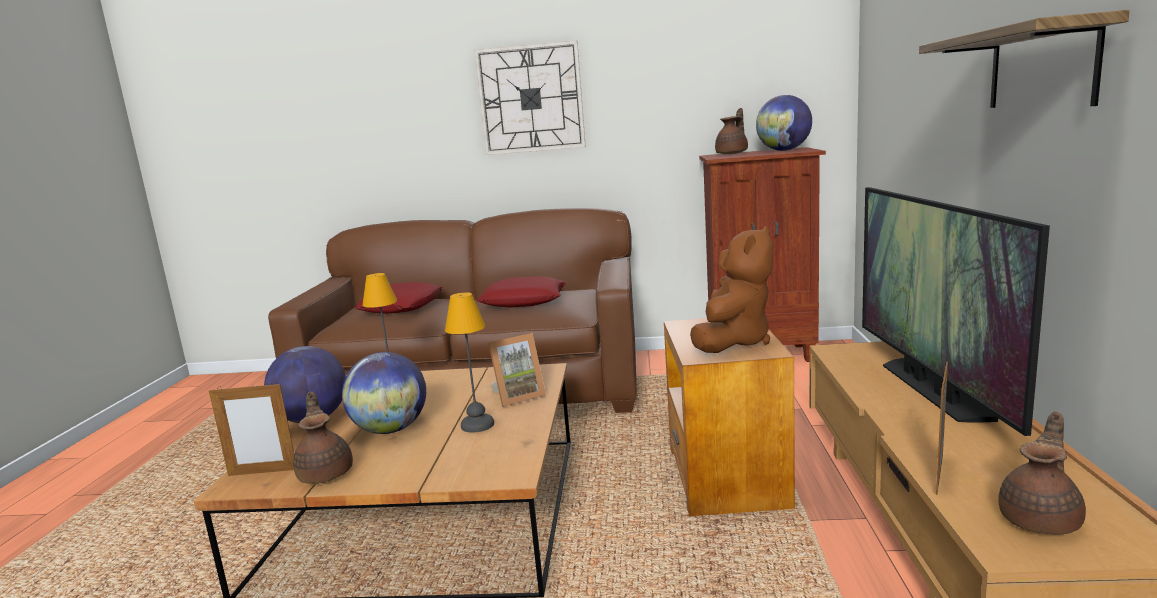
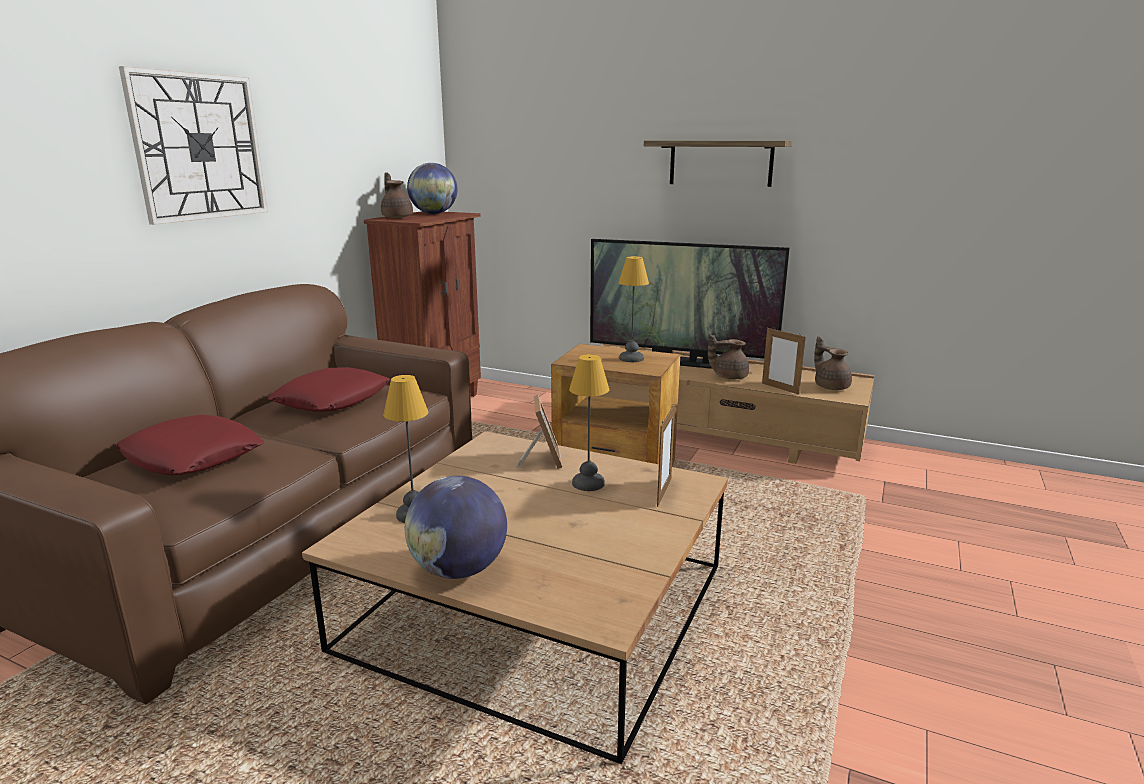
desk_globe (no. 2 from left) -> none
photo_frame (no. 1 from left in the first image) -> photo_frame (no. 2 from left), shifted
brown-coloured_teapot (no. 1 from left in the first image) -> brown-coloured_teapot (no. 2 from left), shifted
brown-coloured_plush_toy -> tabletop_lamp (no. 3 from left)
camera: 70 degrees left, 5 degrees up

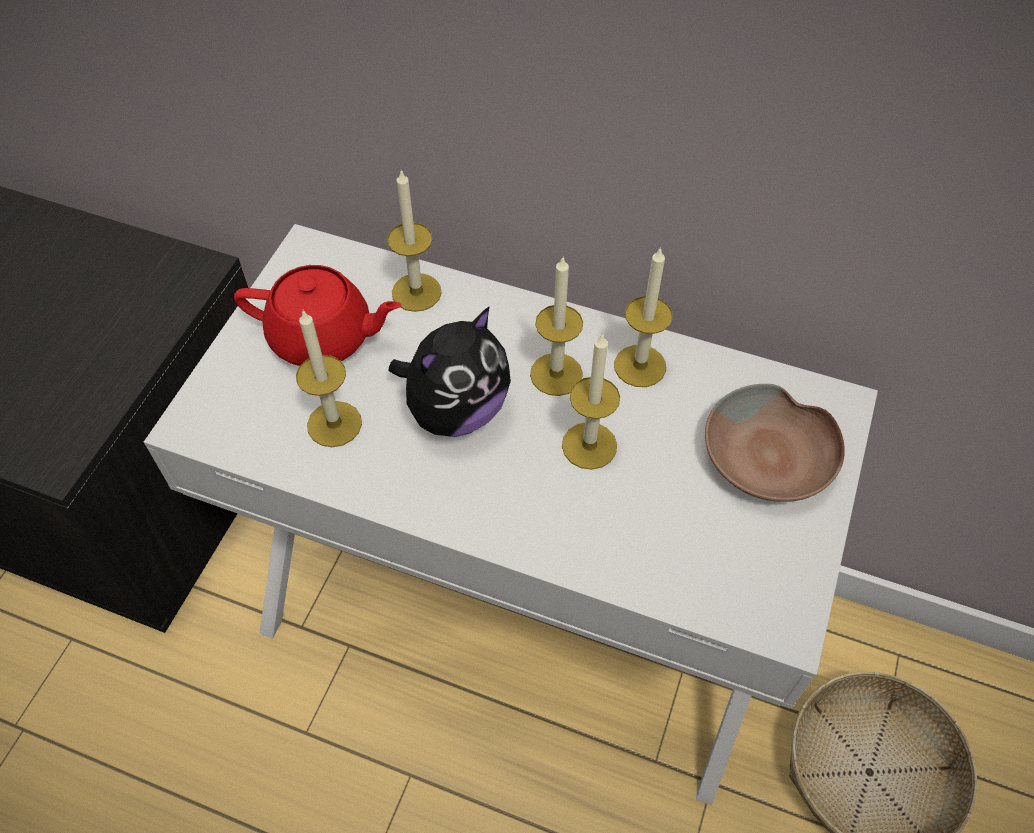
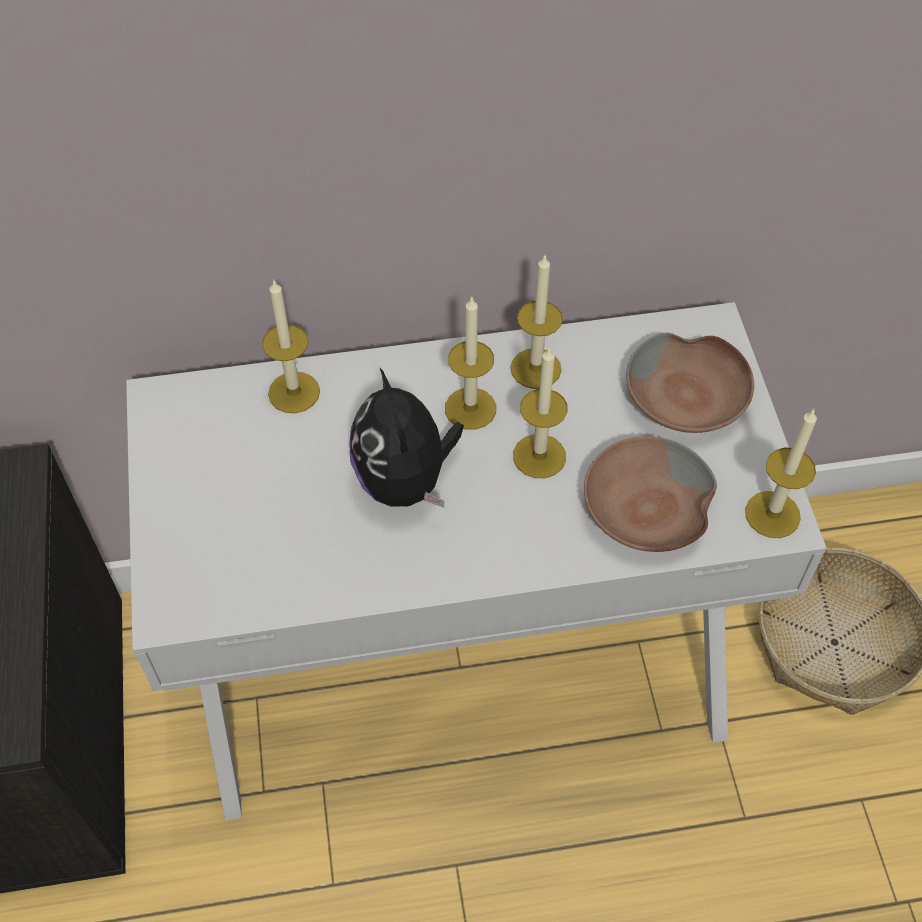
reddish_teapot -> none
none -> brown-coloured_deep_dish (no. 1 from left)
wax_light (no. 1 from left in the first image) -> wax_light (no. 5 from left), shifted
plush_toy, 150 degrees clockwise
camera: 30 degrees left, 0 degrees up

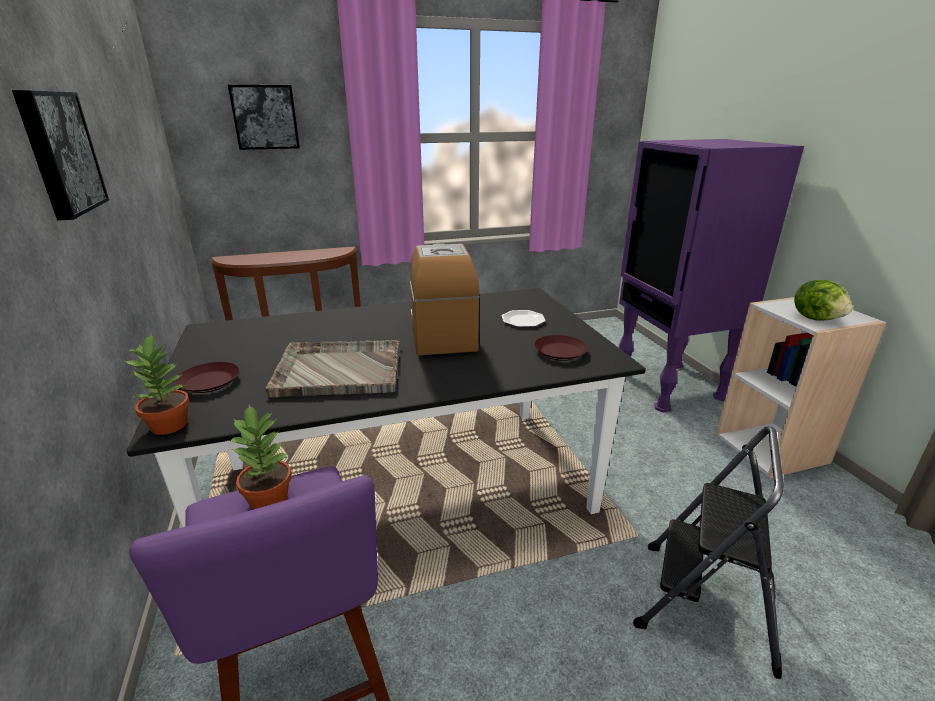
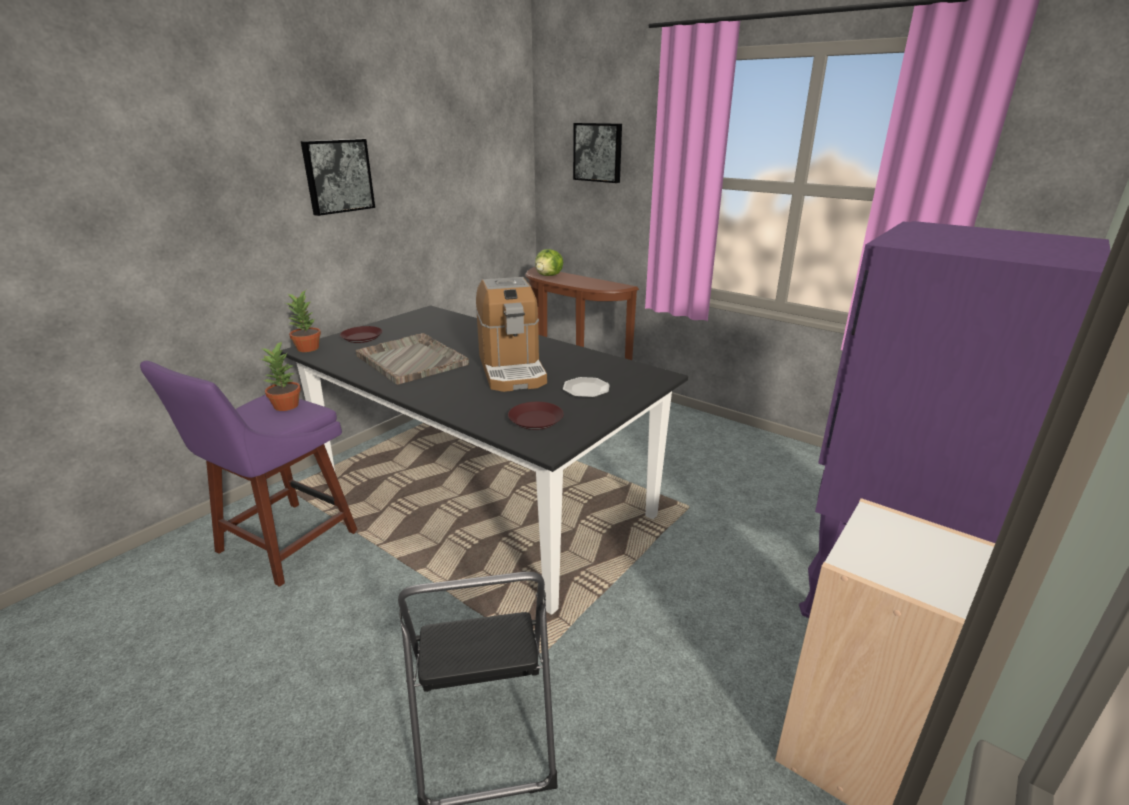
head_of_lettuce, shifted
coffee_brewer, 120 degrees clockwise
camera: 55 degrees right, 0 degrees up

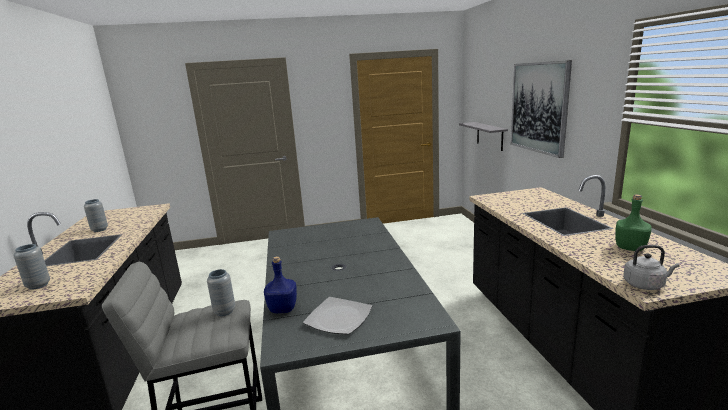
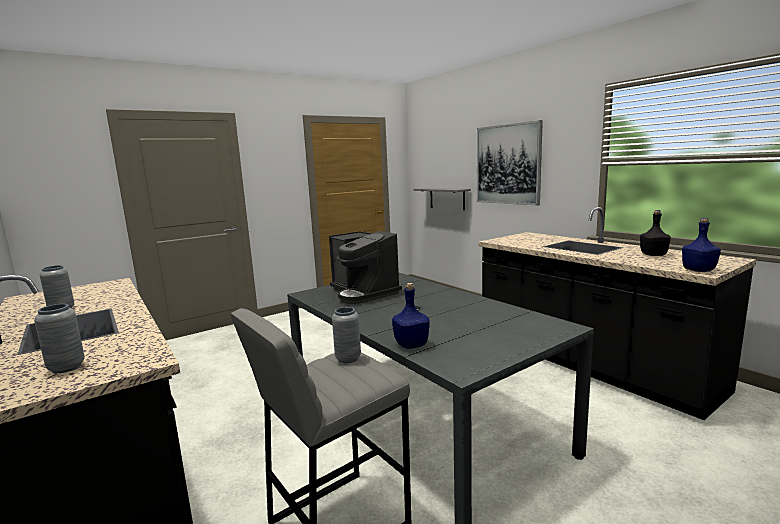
flat_dish -> none
none -> coffee_brewer
grey_water_kettle -> blue-coloured_beverage_bottle (no. 2 from left)
green-coloured_beverage_bottle -> blackish_beverage_bottle
camera: 25 degrees left, 5 degrees down

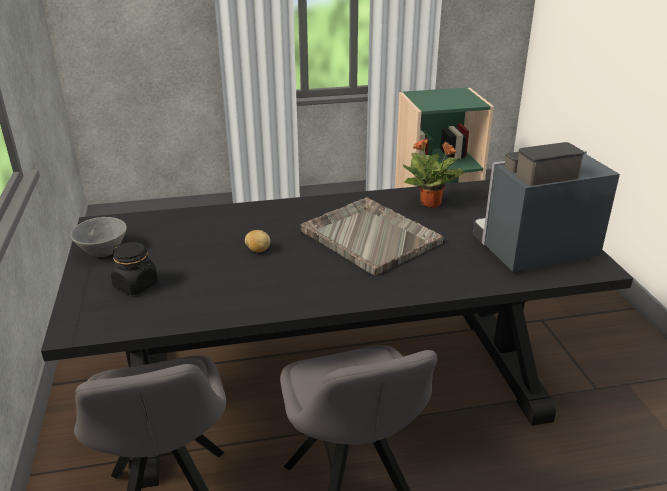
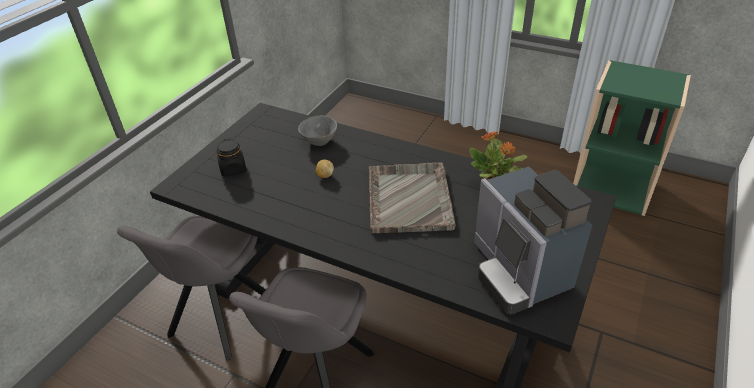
grey_deep_dish, shifted
coffee_brewer, 135 degrees counterclockwise
camera: 40 degrees right, 10 degrees up

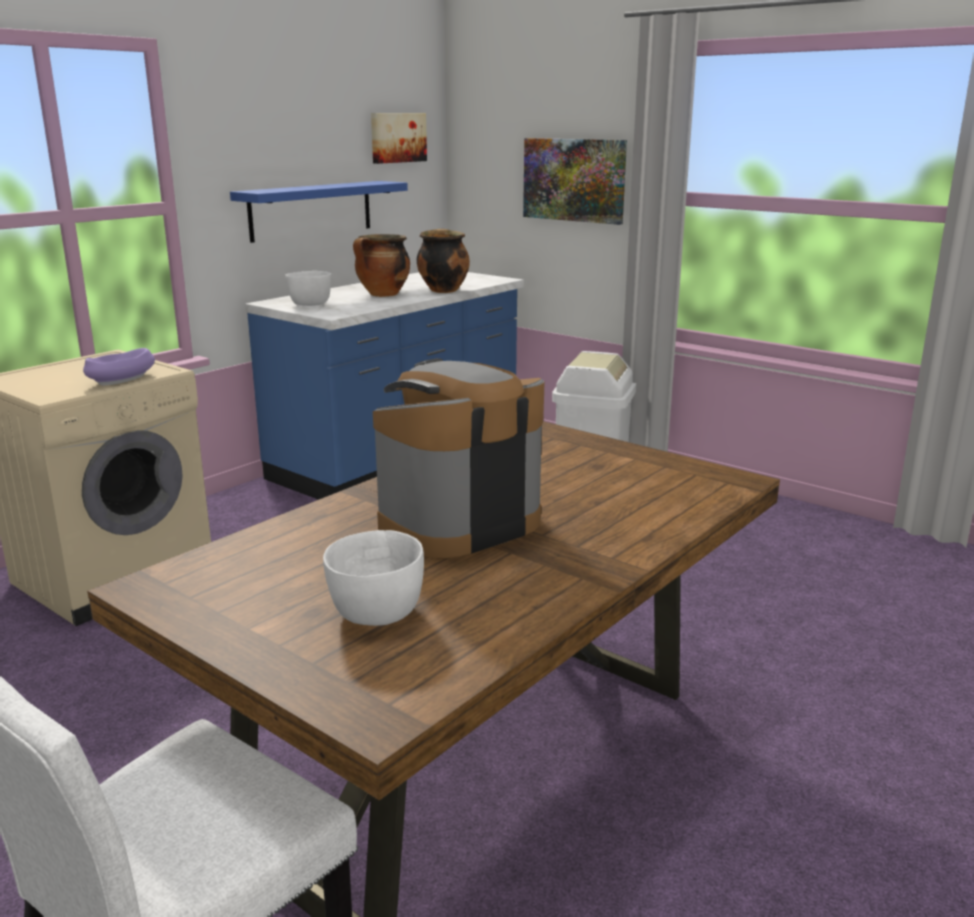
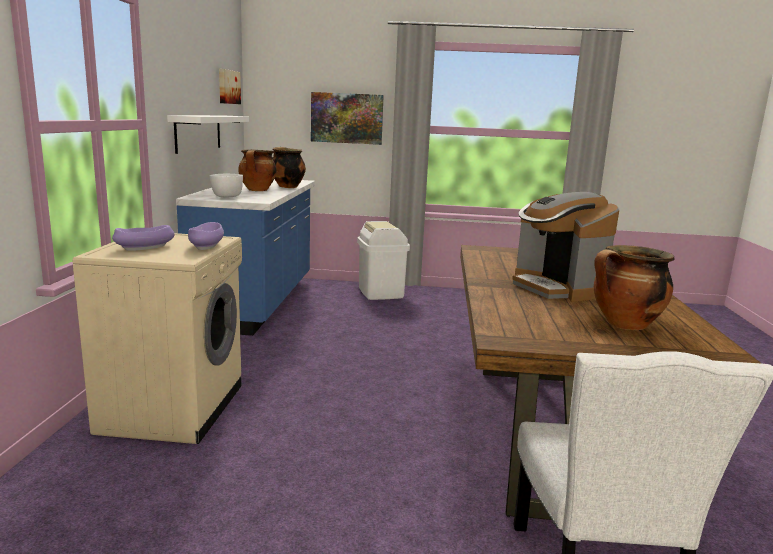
none -> purple_deep_dish (no. 1 from left)
white_deep_dish (no. 2 from left) -> saucepot (no. 3 from left)
blue-coloured_bracket_shelf -> white_bracket_shelf
coffee_brewer, 45 degrees counterclockwise
camera: 35 degrees left, 5 degrees down

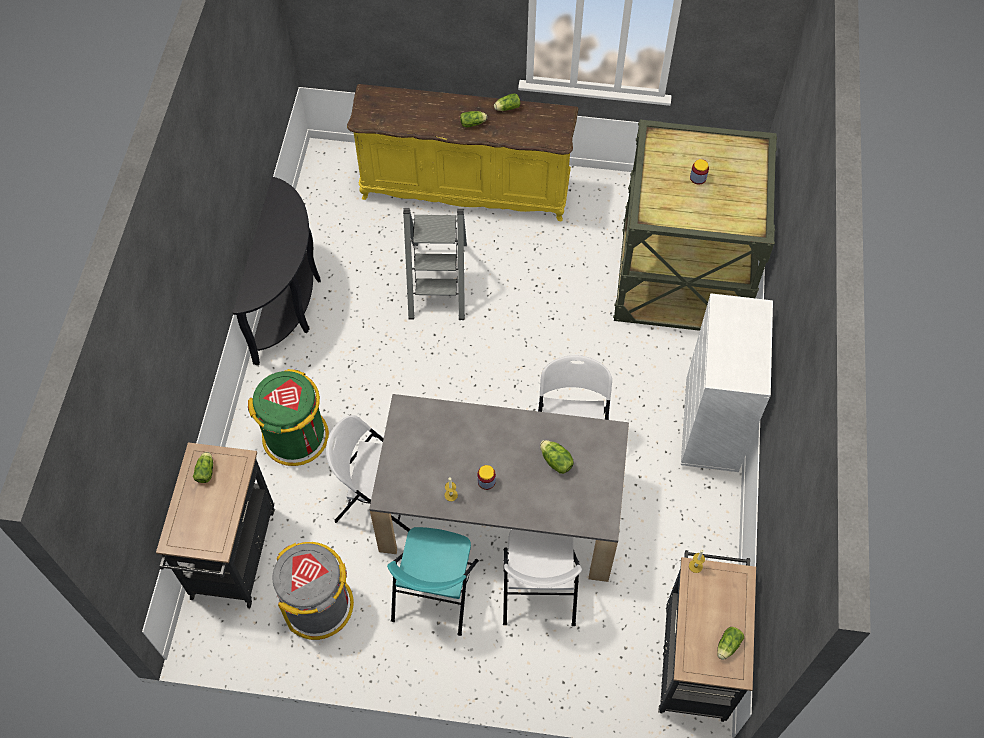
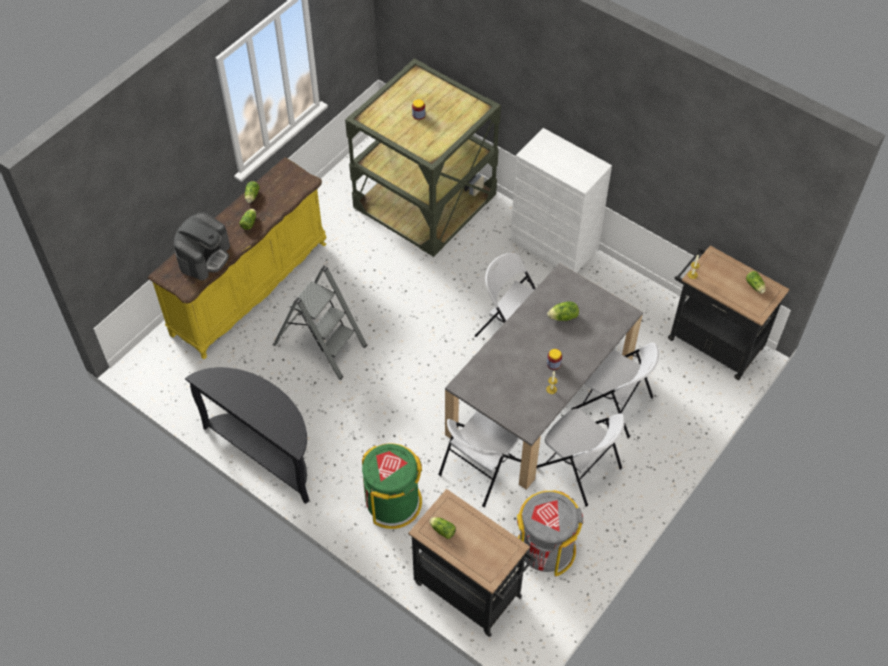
none -> coffee_brewer
turquoise_plain_chair -> white_plain_chair (no. 3 from left)
camera: 60 degrees left, 5 degrees down

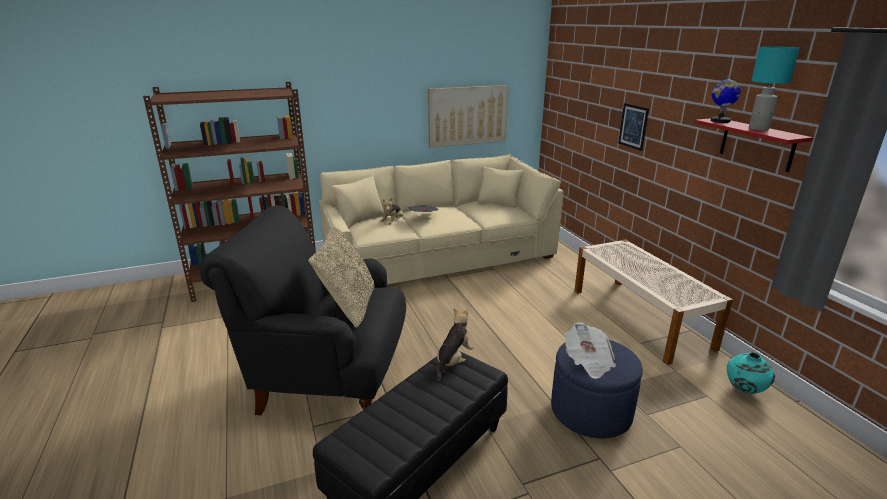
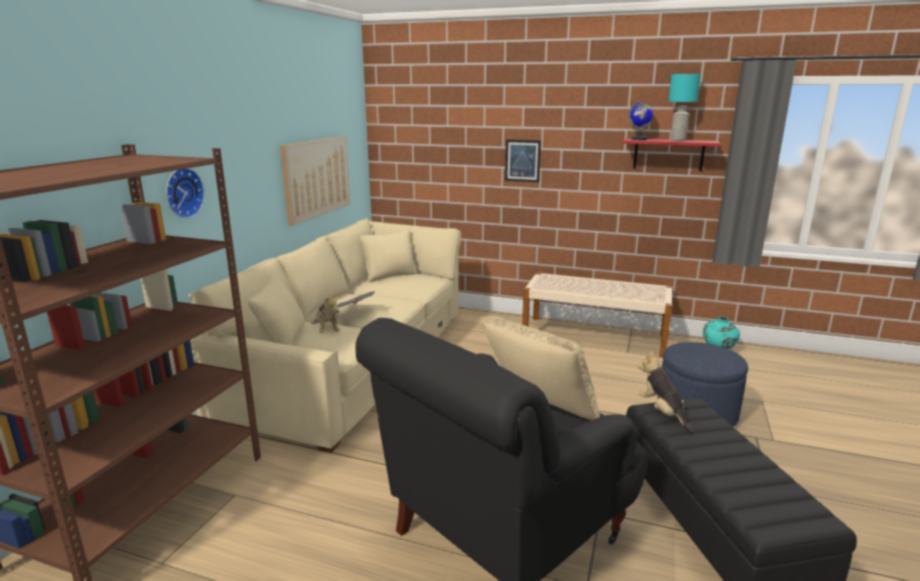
newspaper (no. 2 from left) -> none
none -> clock_on_the_wall
camera: 50 degrees left, 5 degrees down

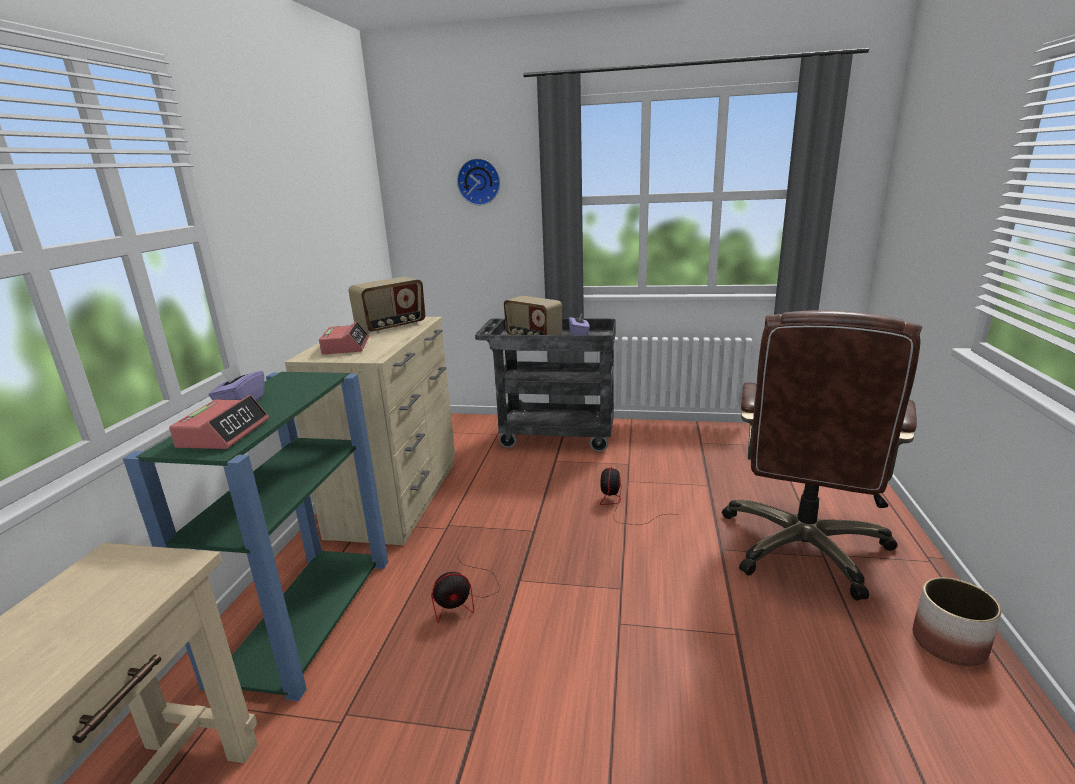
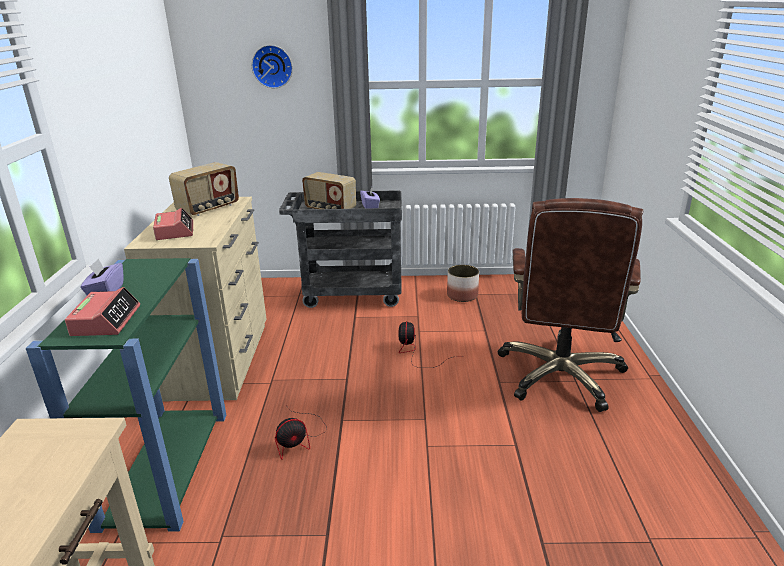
plant_pot, shifted
camera: 10 degrees left, 5 degrees up

